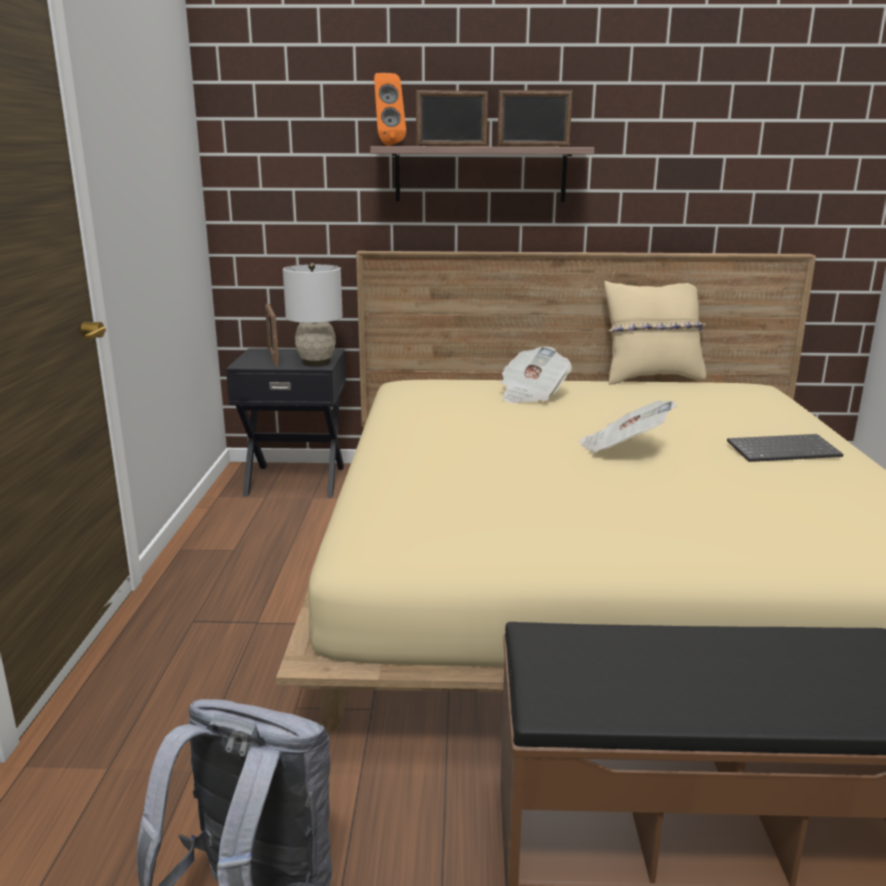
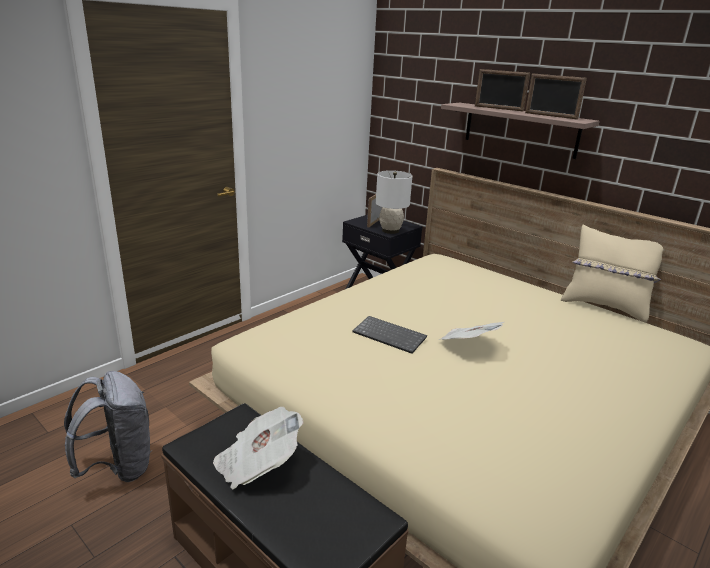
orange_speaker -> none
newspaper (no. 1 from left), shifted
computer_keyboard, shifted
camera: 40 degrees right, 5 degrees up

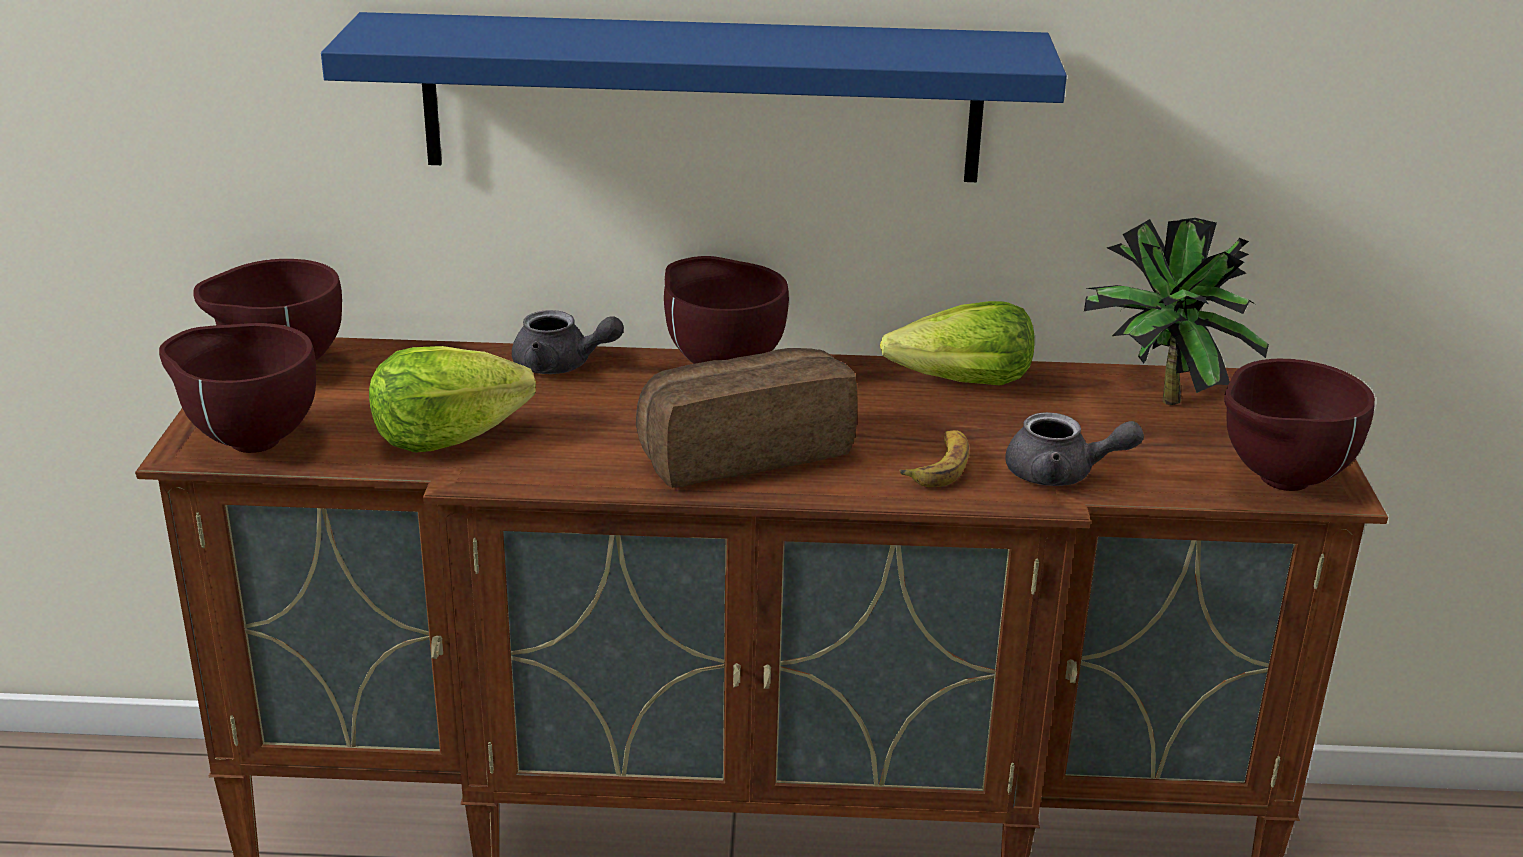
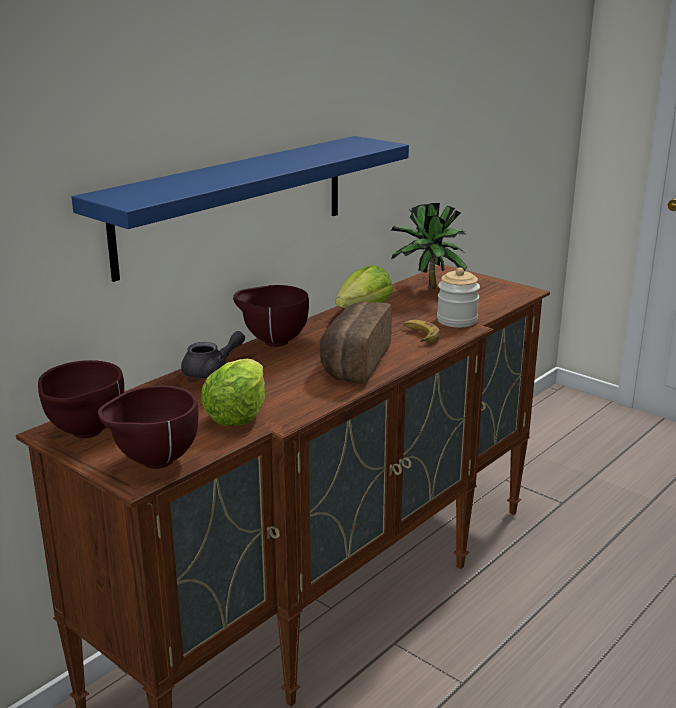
brown-coloured_deep_dish (no. 4 from left) -> none
grey_teapot (no. 2 from left) -> storage_jar
camera: 50 degrees left, 5 degrees down

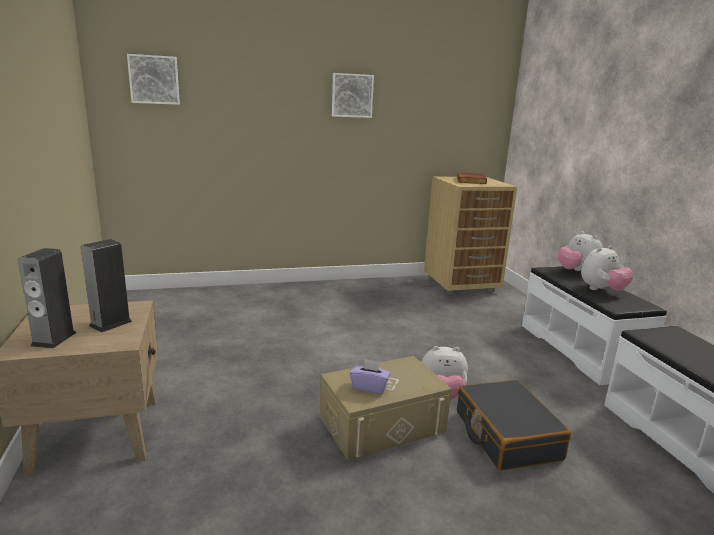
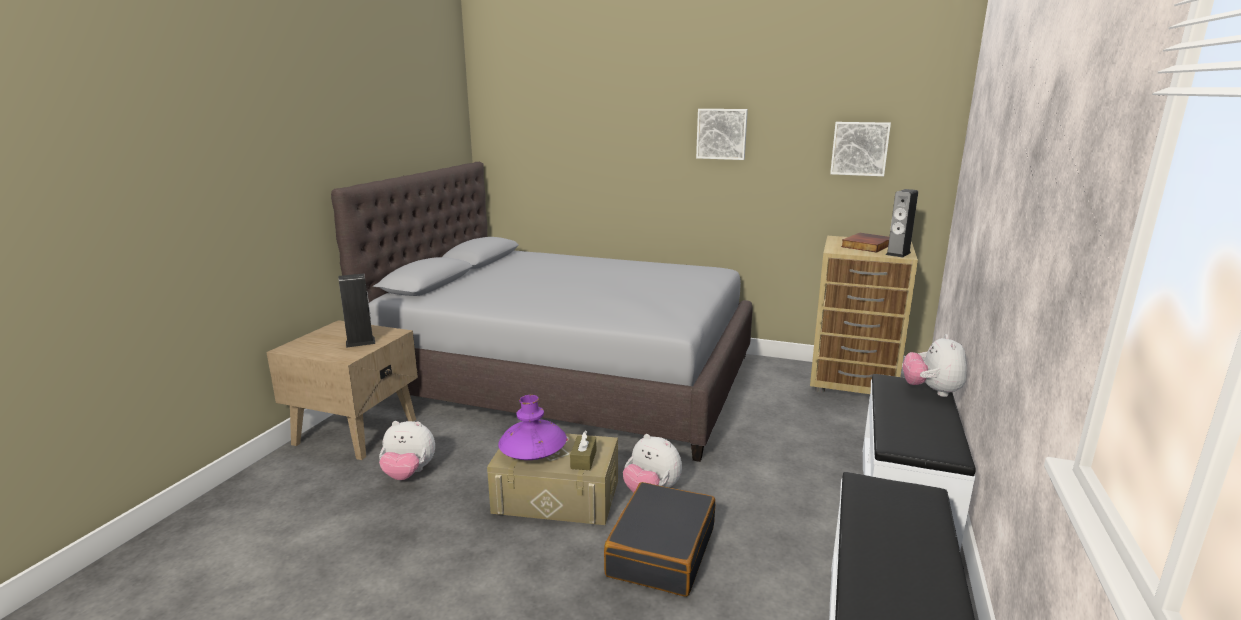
none -> grey_bedroom_bed
none -> brown-coloured_box_of_tissues
speaker (no. 1 from left in the first image) -> speaker (no. 2 from left), shifted
picture (no. 1 from left in the first image) -> picture (no. 2 from left), shifted
plush_toy (no. 3 from left in the first image) -> plush_toy (no. 1 from left), shifted
purple_box_of_tissues -> purple_decorative_vase
camera: 35 degrees right, 0 degrees up

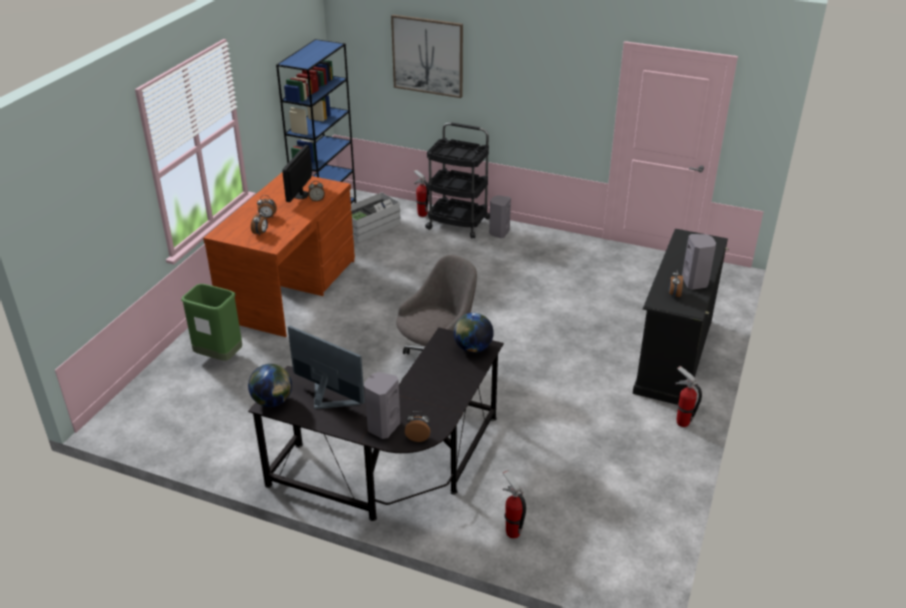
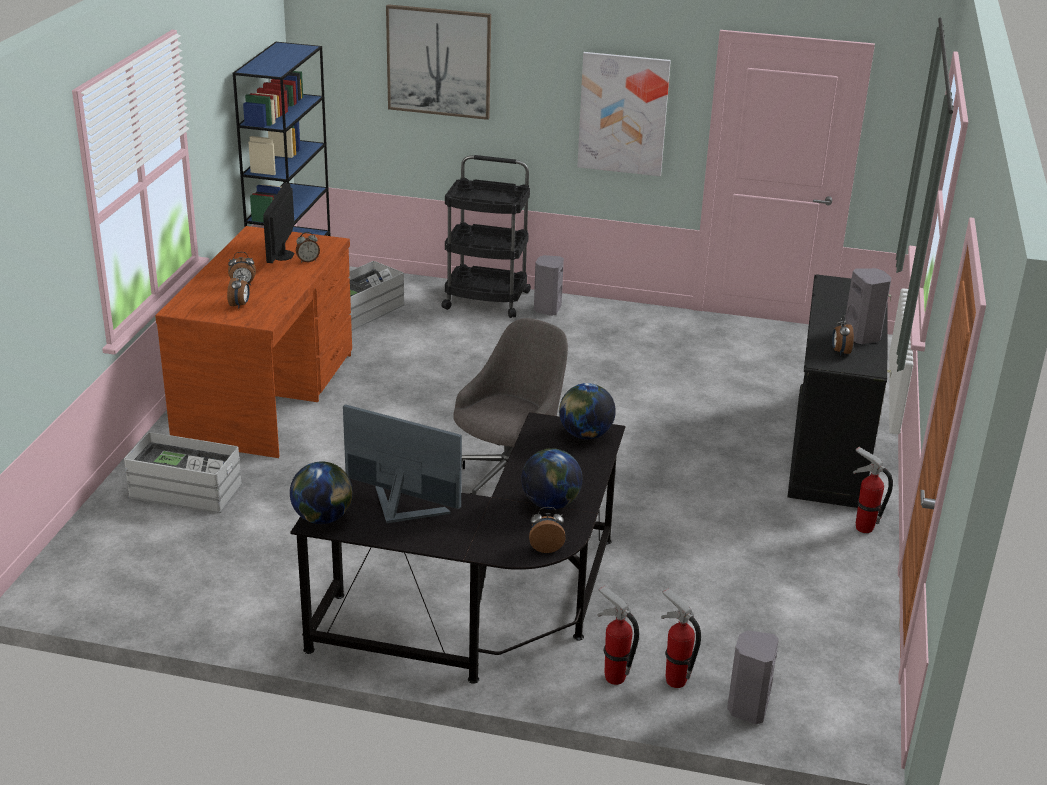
none -> desk_globe (no. 2 from left)
none -> picture (no. 2 from left)
grey_speaker (no. 1 from left in the first image) -> grey_speaker (no. 2 from left), shifted
fire_extinguisher (no. 1 from left), shifted
green-coloured_rubbish_bin -> grey_storage_bin (no. 1 from left)
camera: 10 degrees left, 5 degrees down

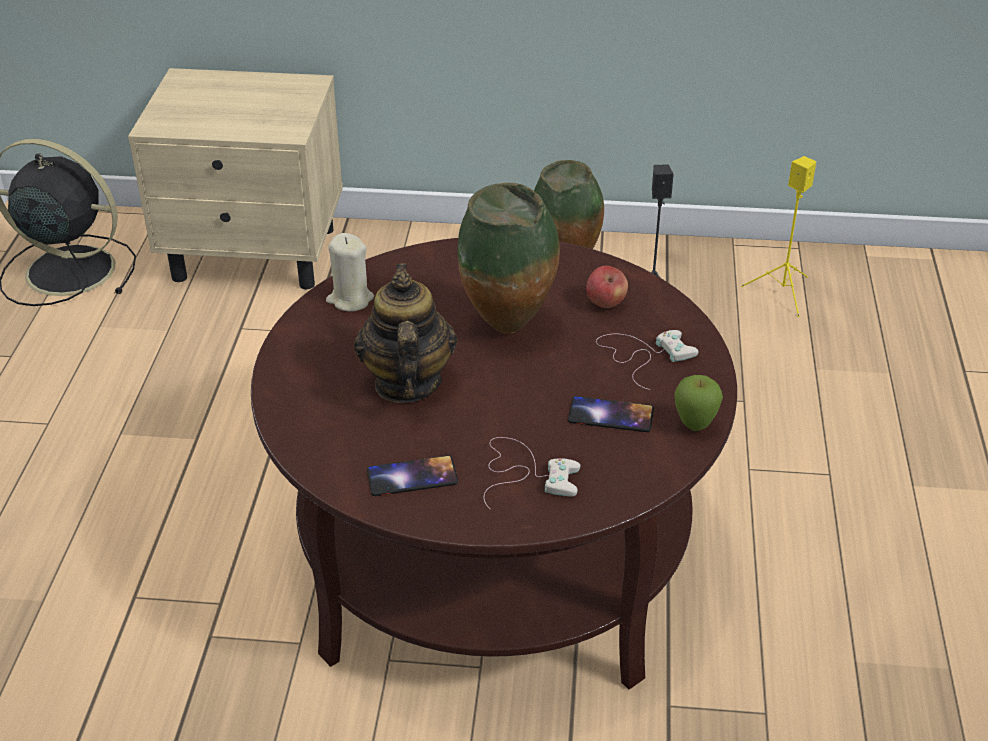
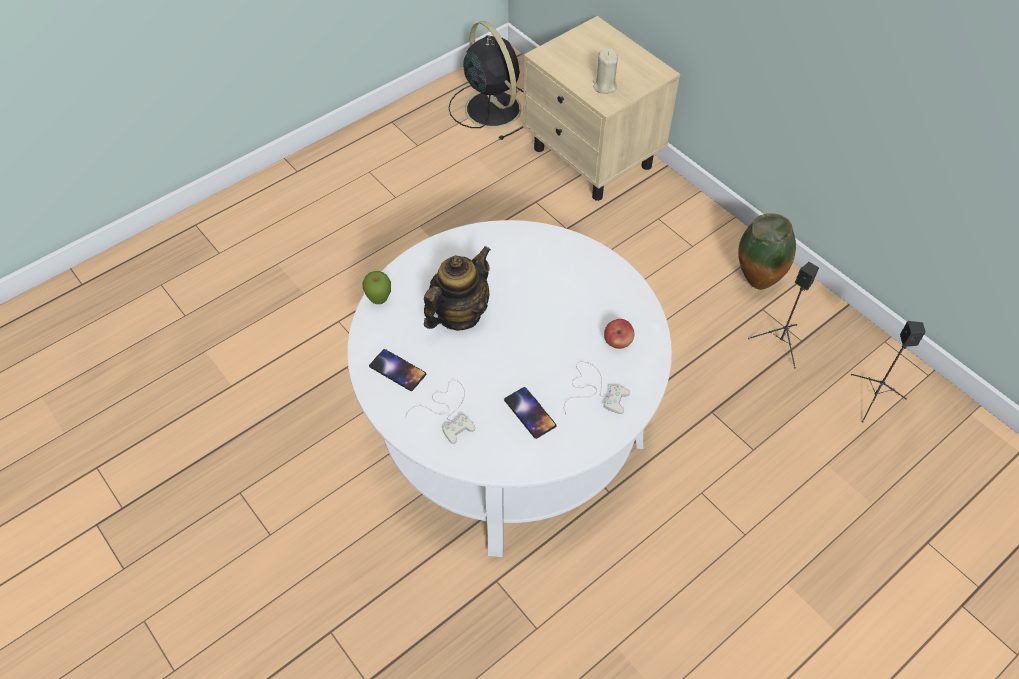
decorative_vase (no. 1 from left) -> none
beige-coloured_wax_light, shifted
apple_fruit (no. 2 from left in the first image) -> apple_fruit (no. 1 from left), shifted
brown-coloured_coffee_table -> white_coffee_table
yellowish_speaker -> blackish_speaker (no. 2 from left)
camera: 45 degrees right, 15 degrees up

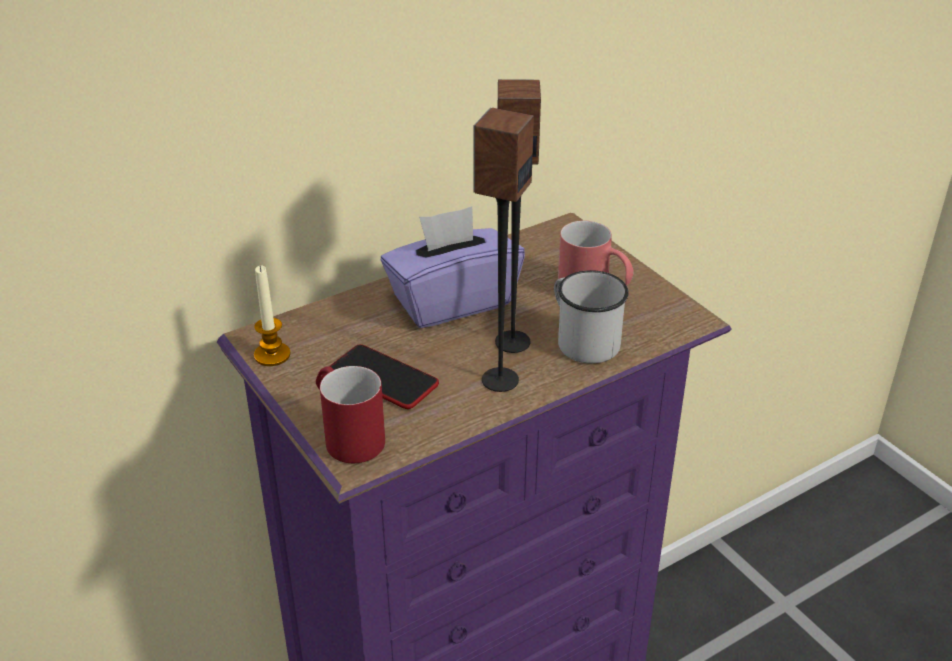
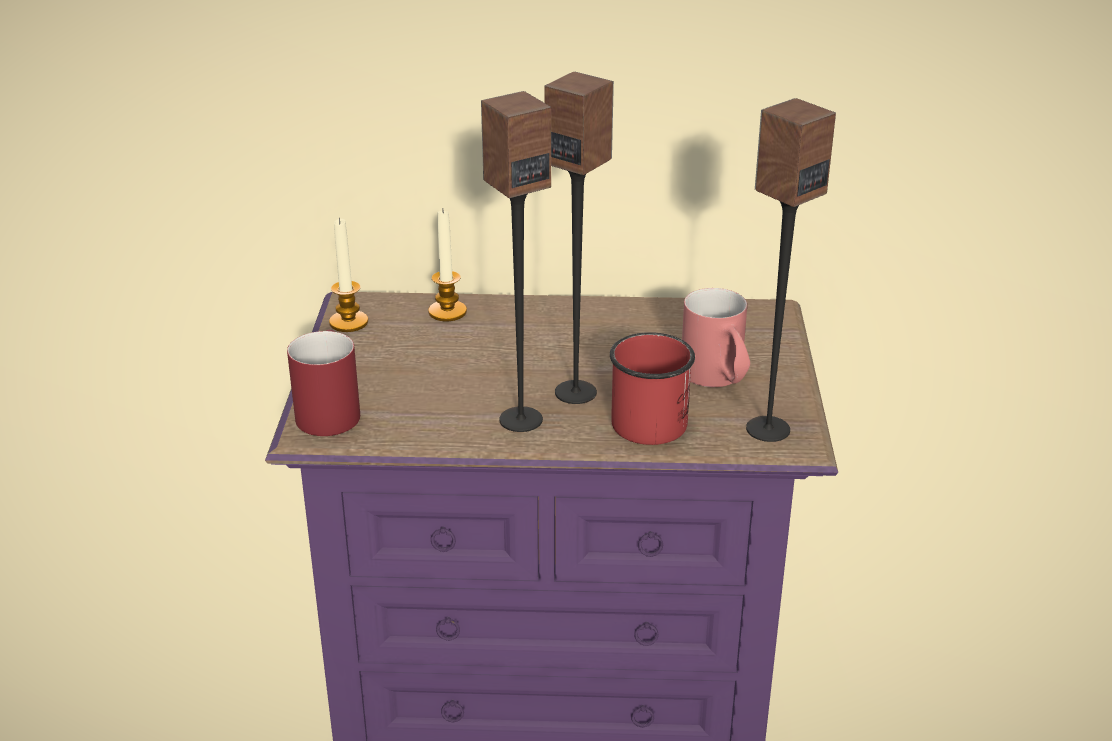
handset -> none
purple_box_of_tissues -> none
none -> wax_light (no. 2 from left)
none -> speaker (no. 3 from left)
white_coffee_mug -> reddish_coffee_mug (no. 2 from left)
camera: 35 degrees right, 5 degrees down

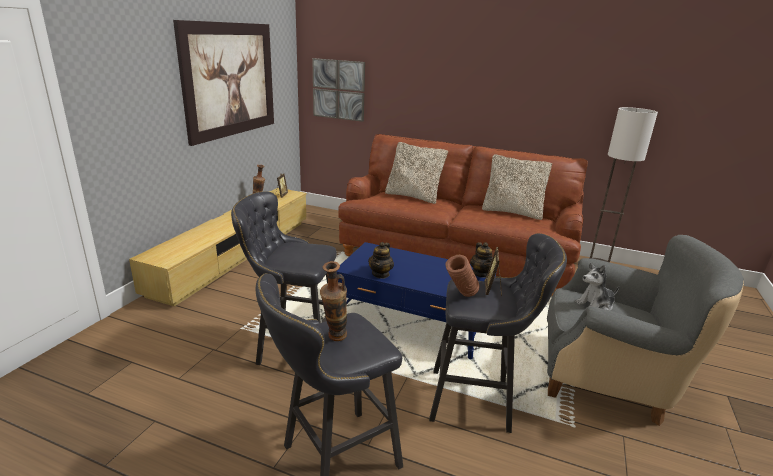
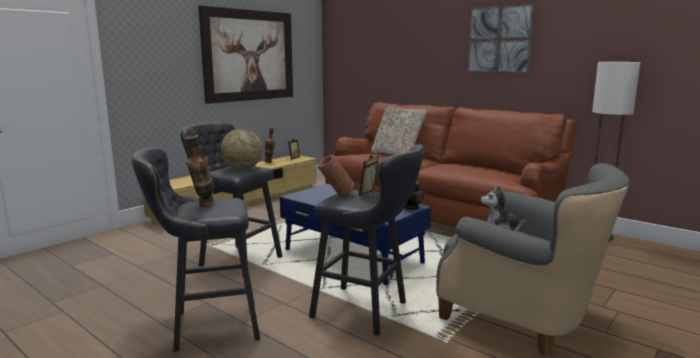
teapot (no. 1 from left) -> none
beige-coloured_throw_pillow (no. 2 from left) -> none
none -> desk_globe
picture (no. 2 from left), shifted
camera: 20 degrees right, 10 degrees down

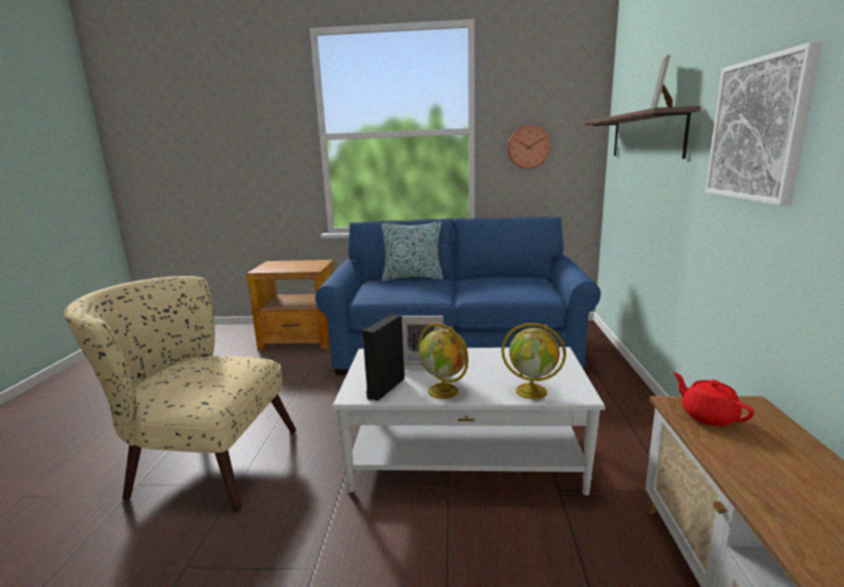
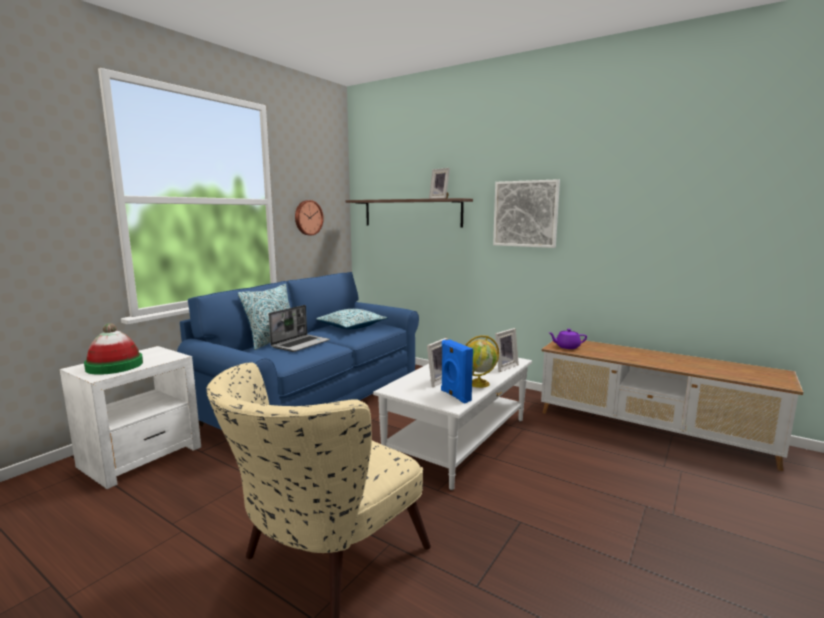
none -> wearable_hat
none -> portable_computer
none -> throw_pillow (no. 2 from left)
desk_globe (no. 2 from left) -> photo_frame (no. 3 from left)
brown-coloured_side_table -> white_side_table
blackish_speaker -> blue-coloured_speaker
reddish_teapot -> purple_teapot
camera: 60 degrees left, 5 degrees down

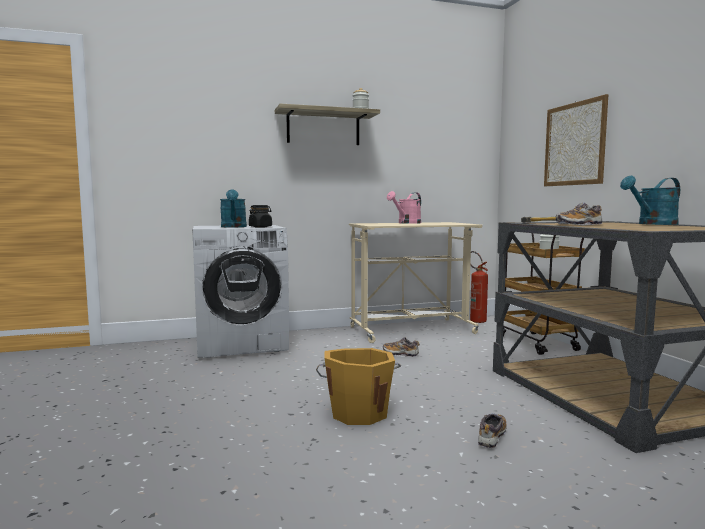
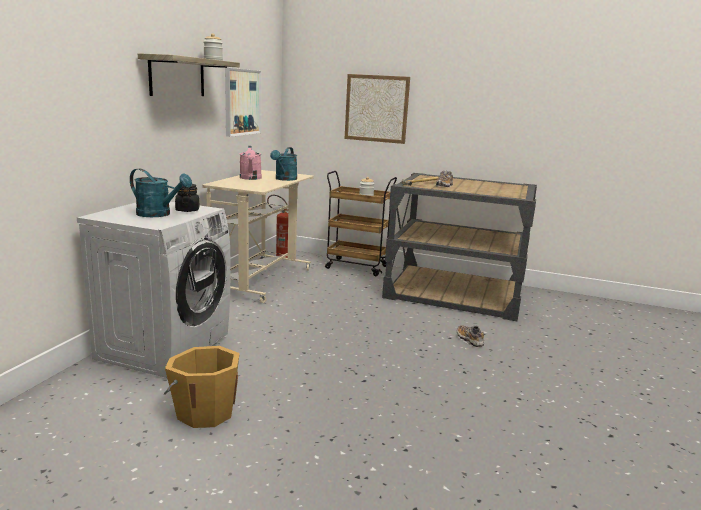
item_of_footwear (no. 1 from left) -> none
none -> picture (no. 1 from left)
orange_bucket, shifted
turquoise_watering_can (no. 2 from left), shifted
camera: 55 degrees left, 10 degrees up

